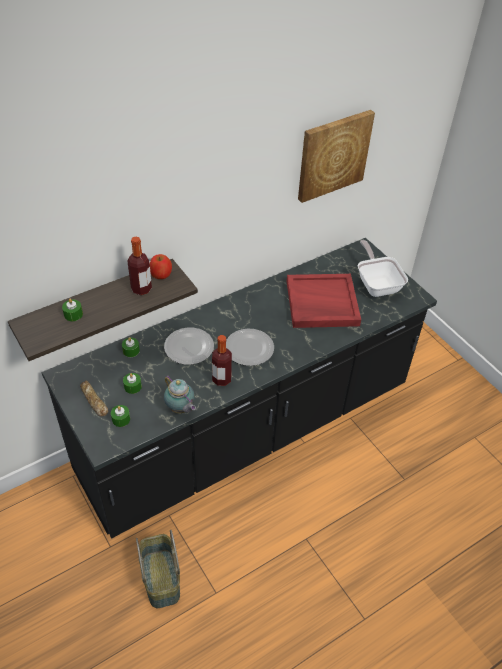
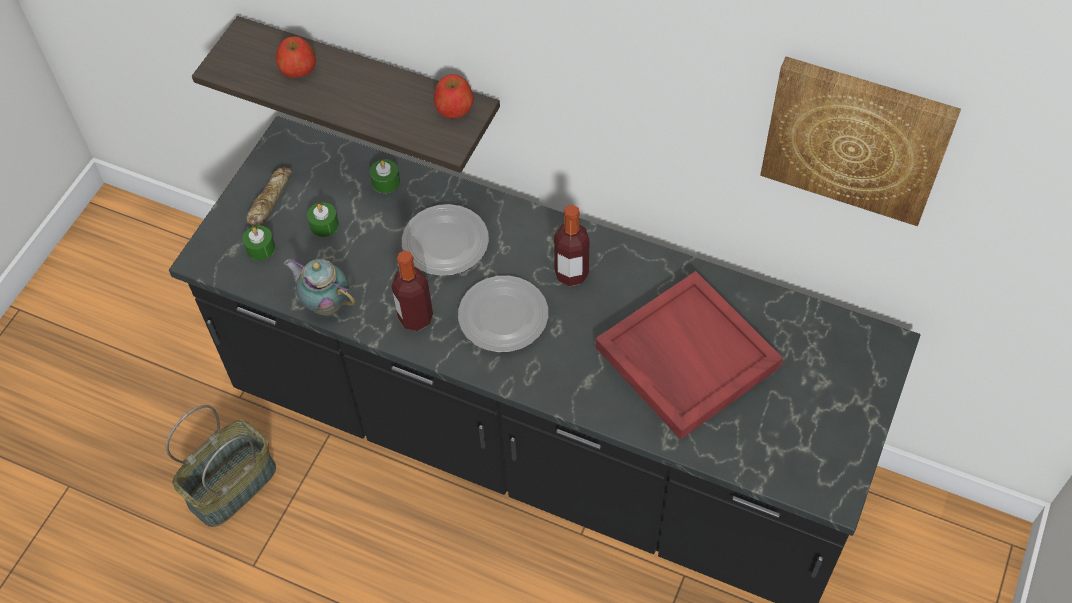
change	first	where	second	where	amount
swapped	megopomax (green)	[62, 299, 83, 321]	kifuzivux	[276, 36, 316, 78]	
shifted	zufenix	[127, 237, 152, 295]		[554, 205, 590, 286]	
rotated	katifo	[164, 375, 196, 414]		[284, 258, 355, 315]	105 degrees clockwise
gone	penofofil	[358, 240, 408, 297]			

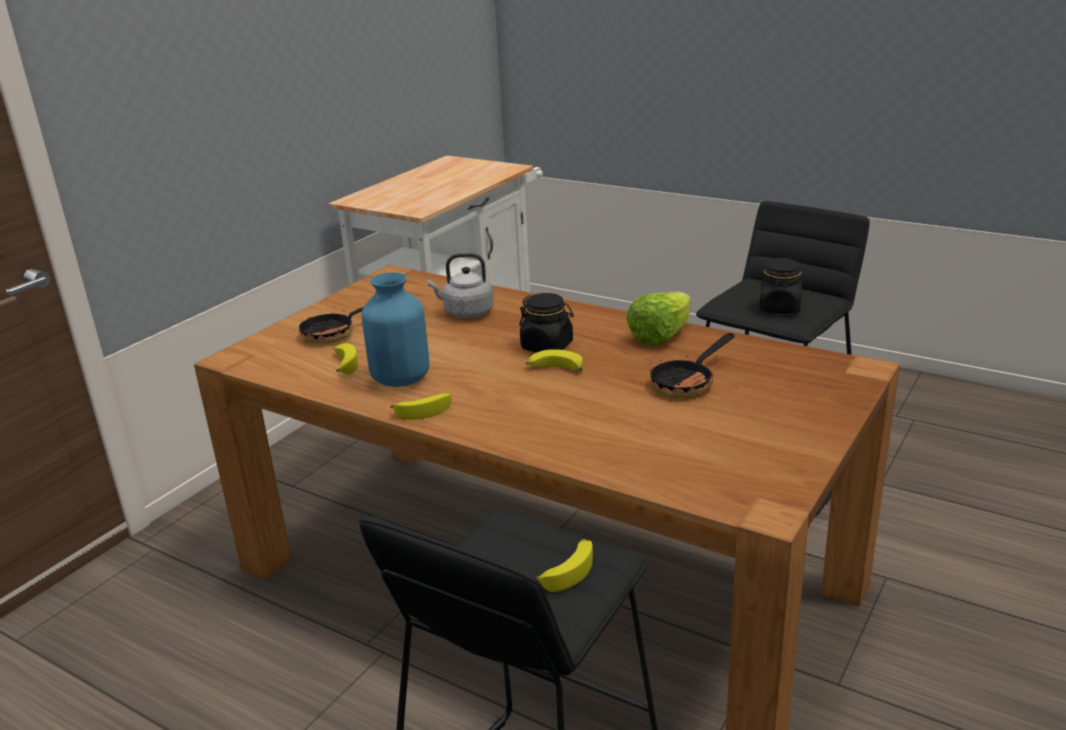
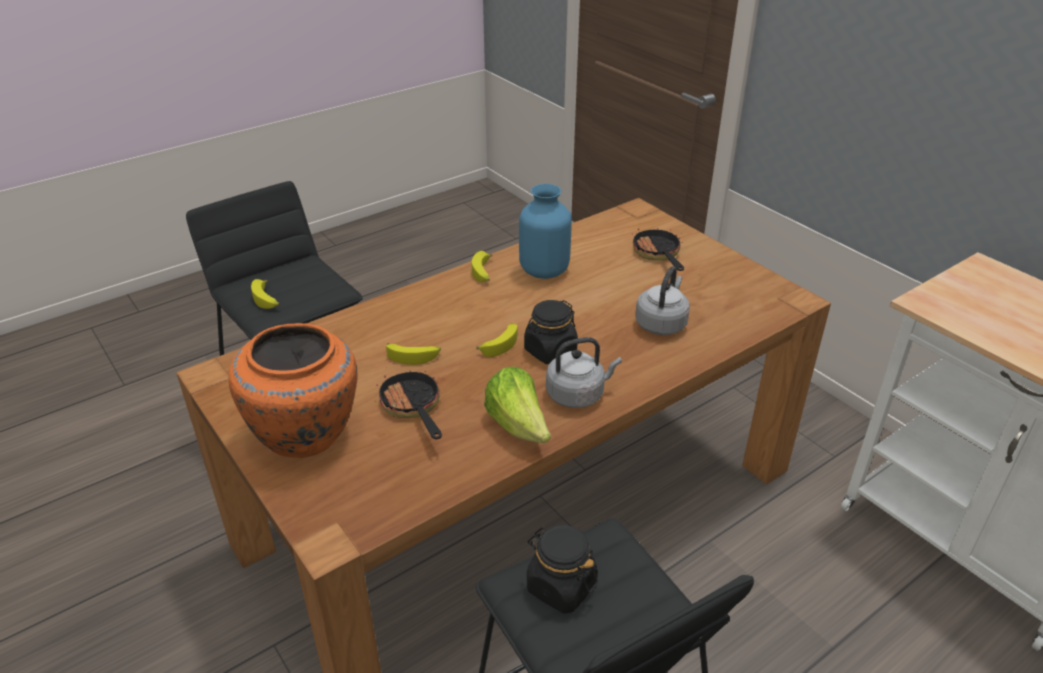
change	first	where	second	where	amount
shifted	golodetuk	[333, 343, 358, 374]		[386, 343, 441, 365]	
new			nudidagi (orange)	[229, 323, 357, 458]	
new			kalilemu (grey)	[546, 337, 622, 408]	

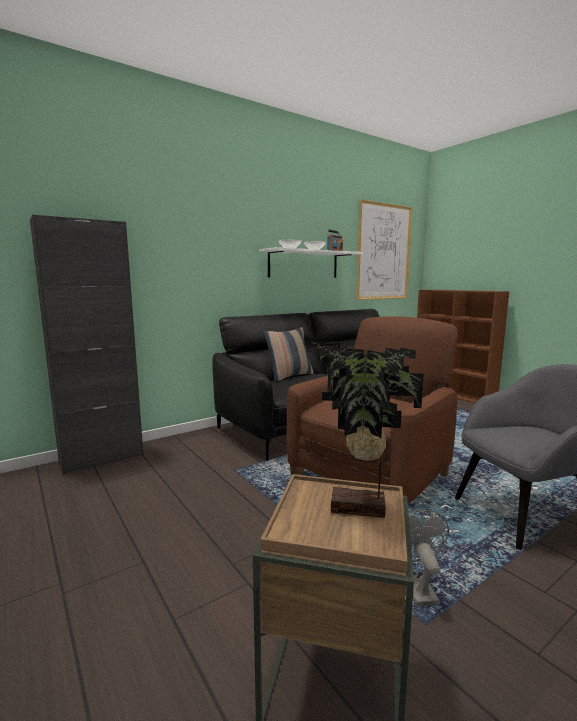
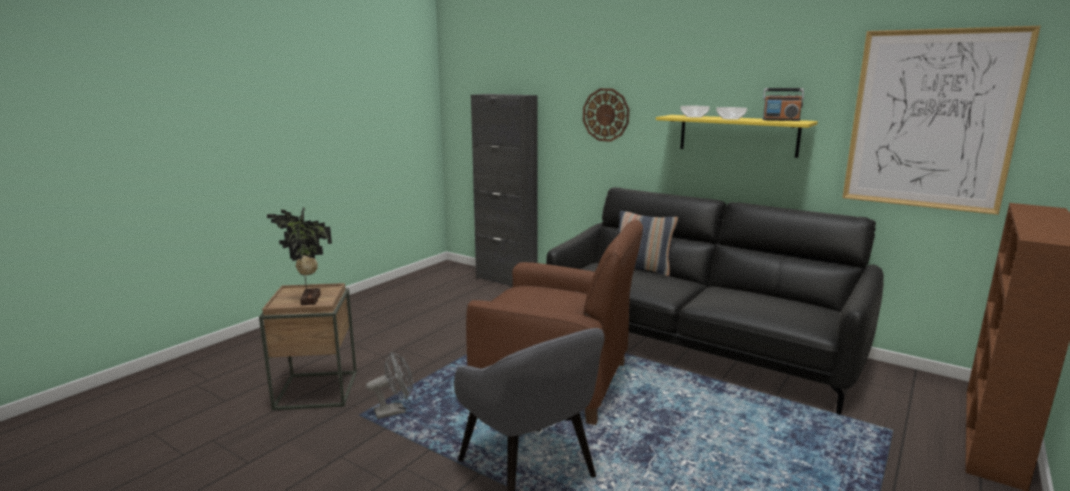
change	first	where	second	where	amount
repainted	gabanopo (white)	[259, 247, 362, 278]	gabanopo (yellow)	[656, 115, 818, 158]	
new			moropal	[583, 88, 629, 142]	

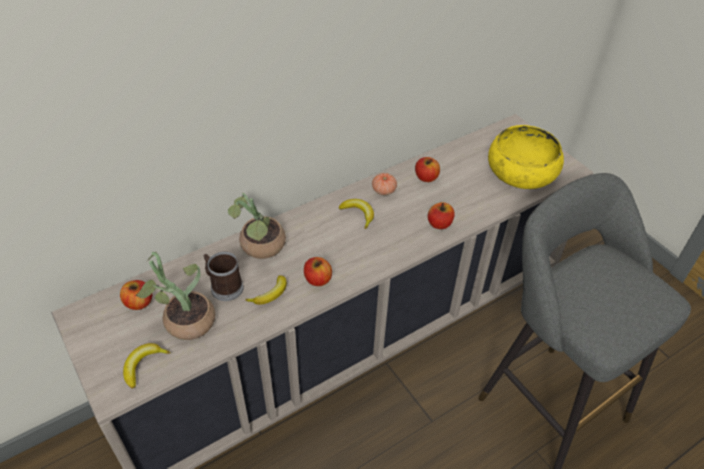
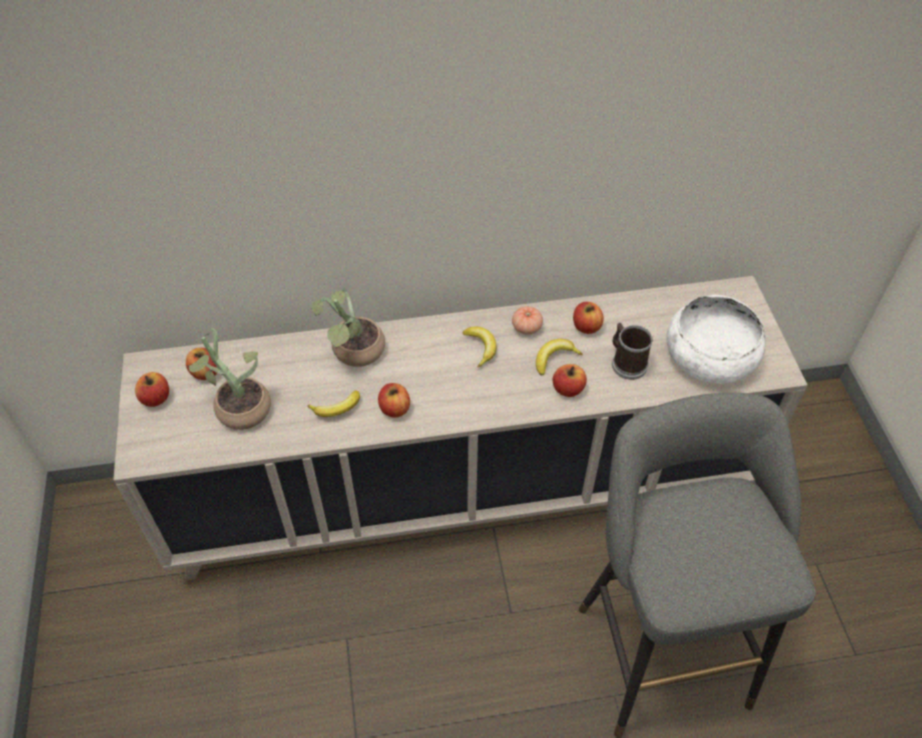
change	first	where	second	where	amount
shifted	golodetuk	[123, 343, 171, 389]		[536, 339, 583, 375]	
shifted	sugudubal	[204, 252, 244, 301]		[612, 323, 653, 380]	
repainted	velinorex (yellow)	[488, 125, 564, 189]	velinorex (white)	[666, 295, 766, 384]	
new			kifuzivux	[135, 372, 169, 407]	

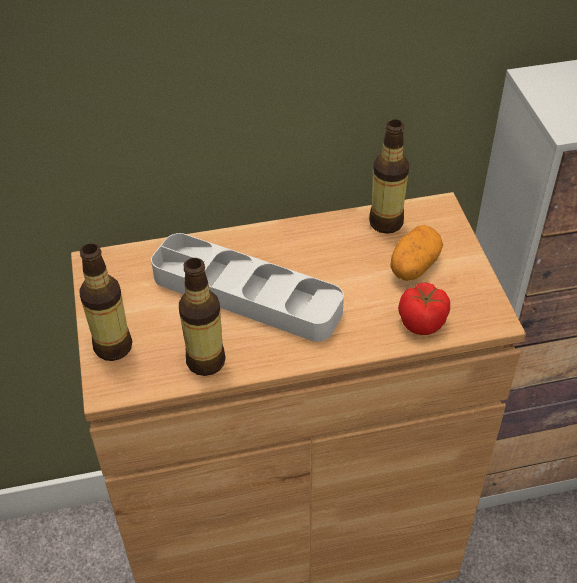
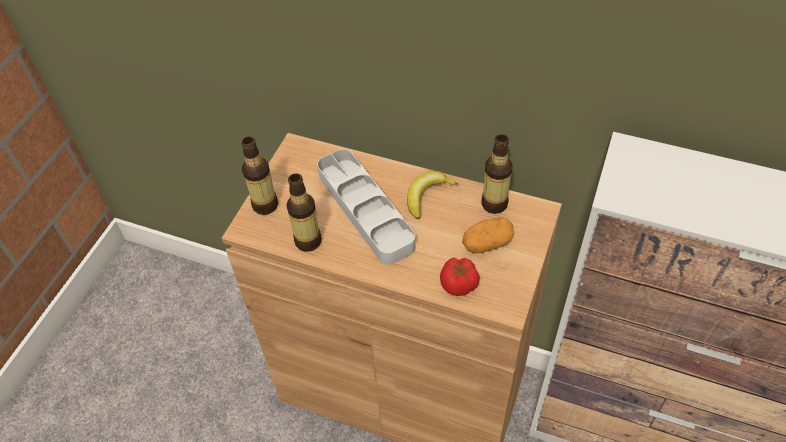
change	first	where	second	where	amount
new			golodetuk	[407, 171, 459, 219]	

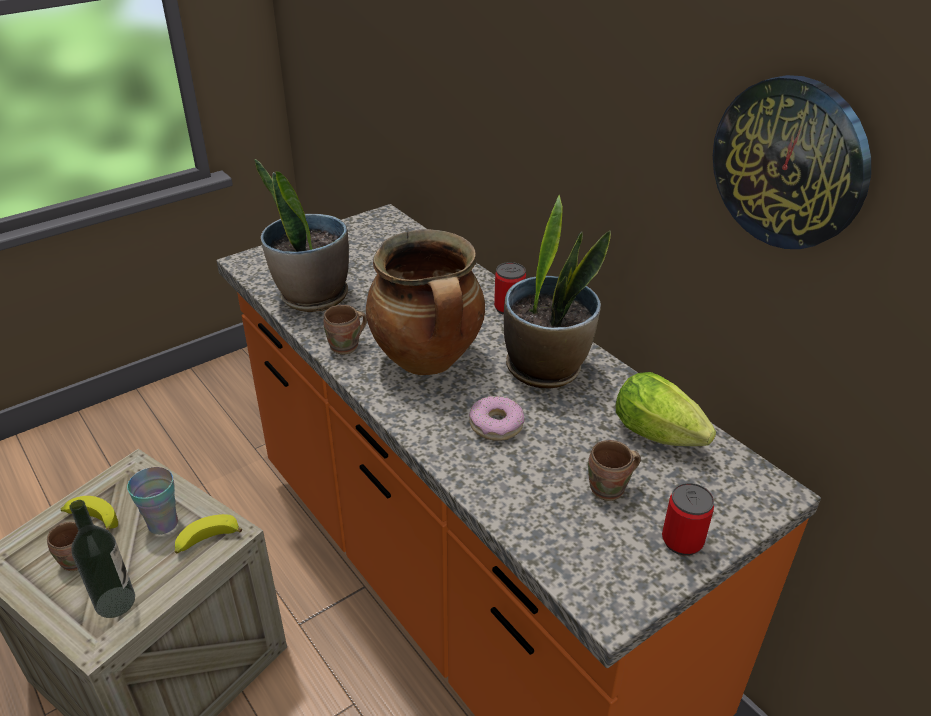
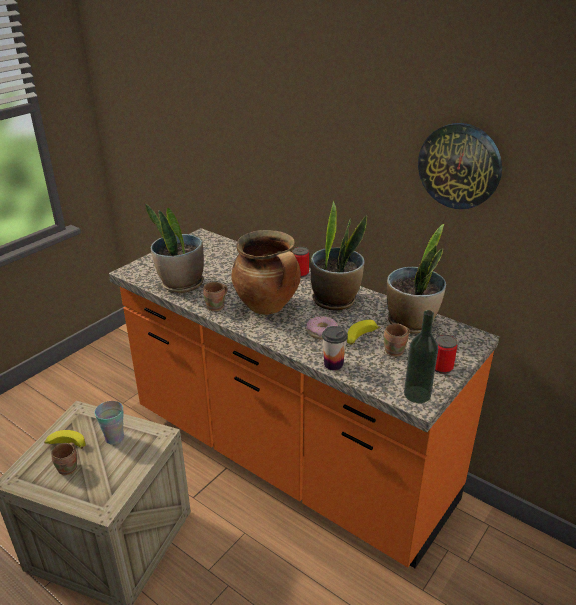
change	first	where	second	where	amount
shifted	zufenix	[69, 500, 135, 618]		[404, 310, 438, 403]	
shifted	golodetuk	[175, 514, 242, 553]		[347, 320, 380, 345]	
swapped	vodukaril	[616, 372, 716, 446]	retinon	[387, 224, 446, 334]	
new			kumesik	[322, 326, 348, 370]	

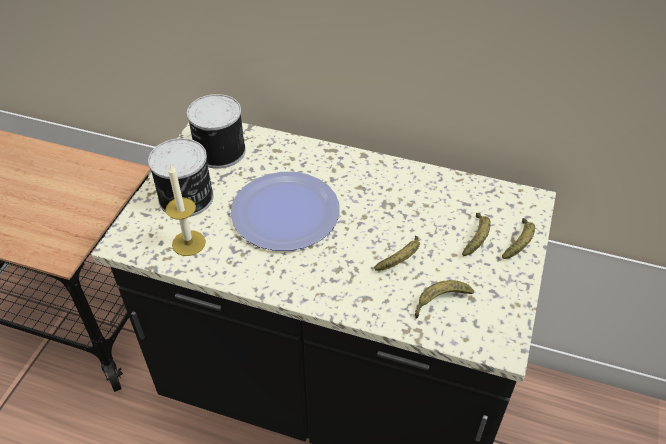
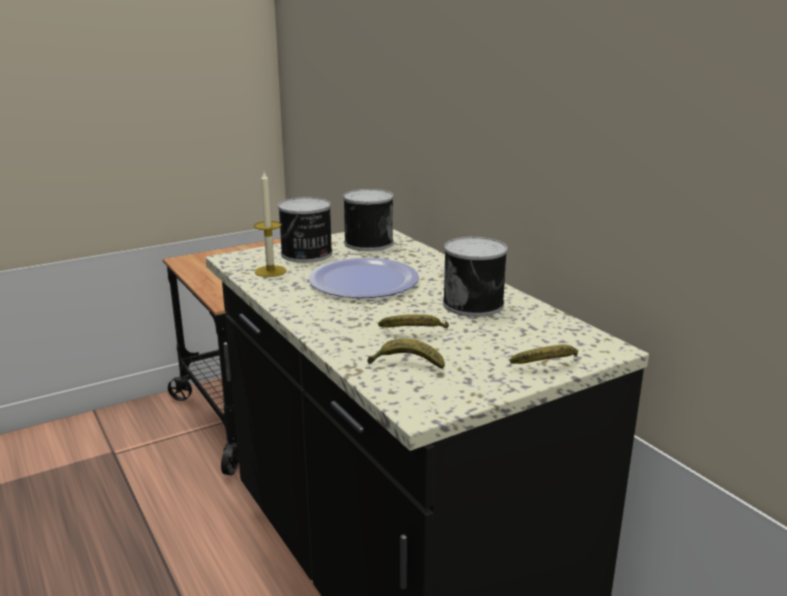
change	first	where	second	where	amount
gone	golodetuk	[462, 213, 491, 256]			
new			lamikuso	[443, 237, 508, 317]	

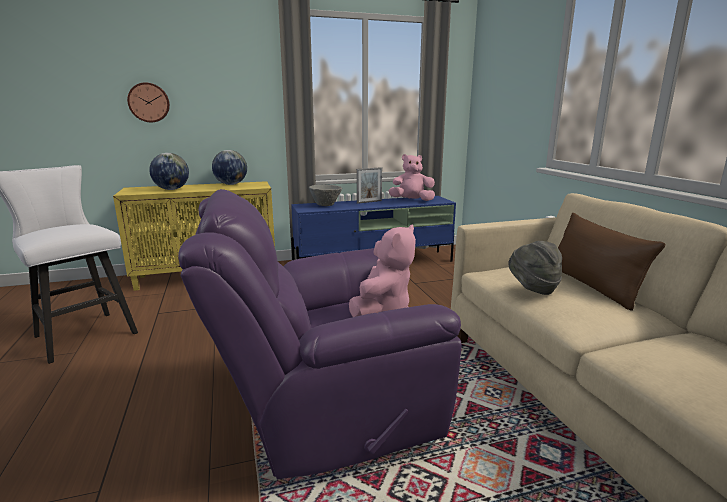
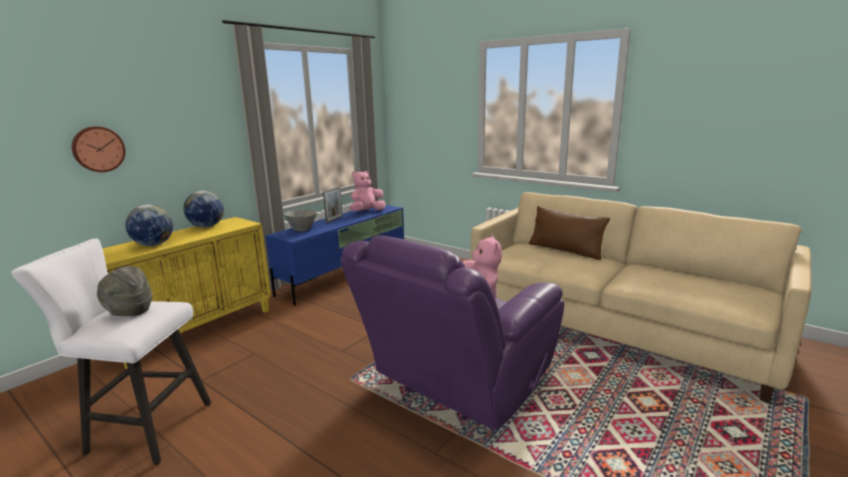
change	first	where	second	where	amount
shifted	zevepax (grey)	[508, 241, 562, 295]		[97, 266, 152, 316]	

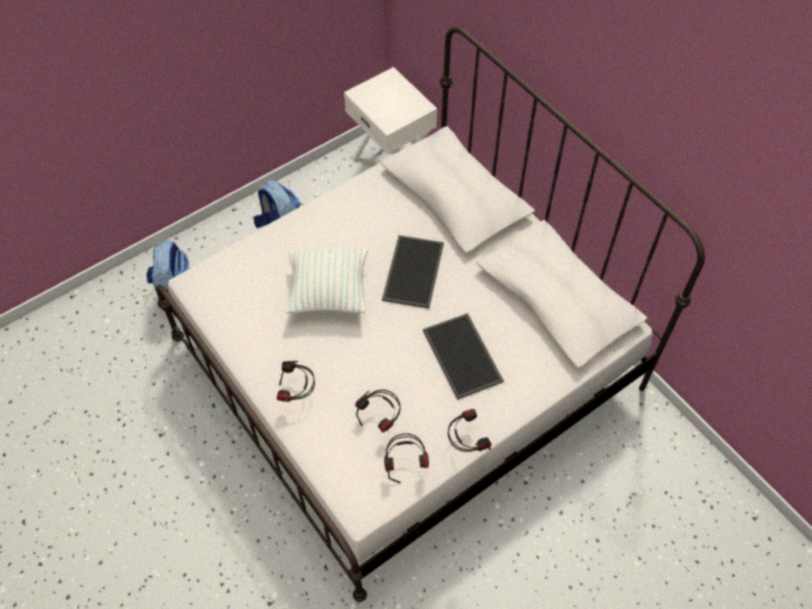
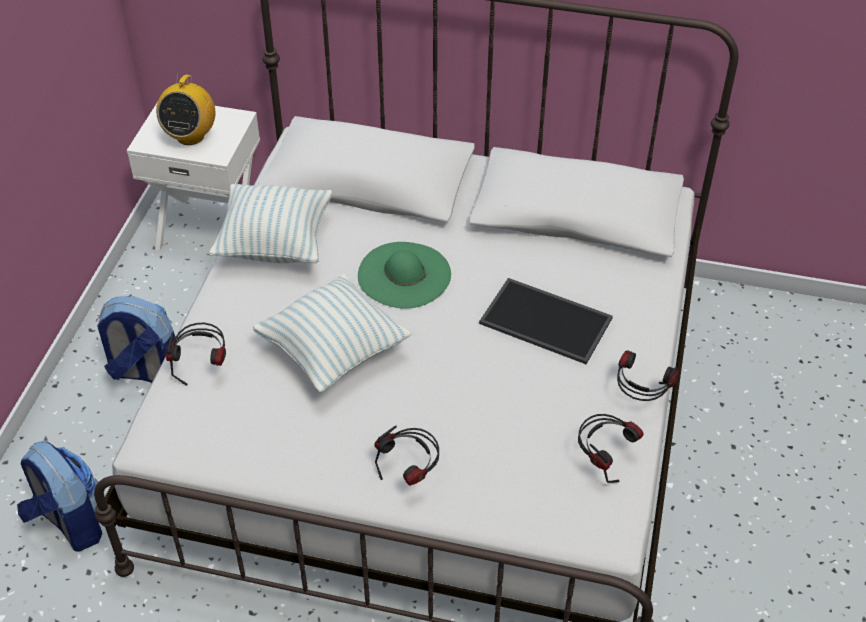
change	first	where	second	where	amount
shifted	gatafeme	[355, 389, 400, 433]		[166, 323, 226, 386]	
swapped	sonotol	[382, 235, 444, 308]	zevepax (green)	[358, 242, 451, 309]	
new			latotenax	[156, 73, 215, 145]	
new			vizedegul	[209, 184, 332, 263]	

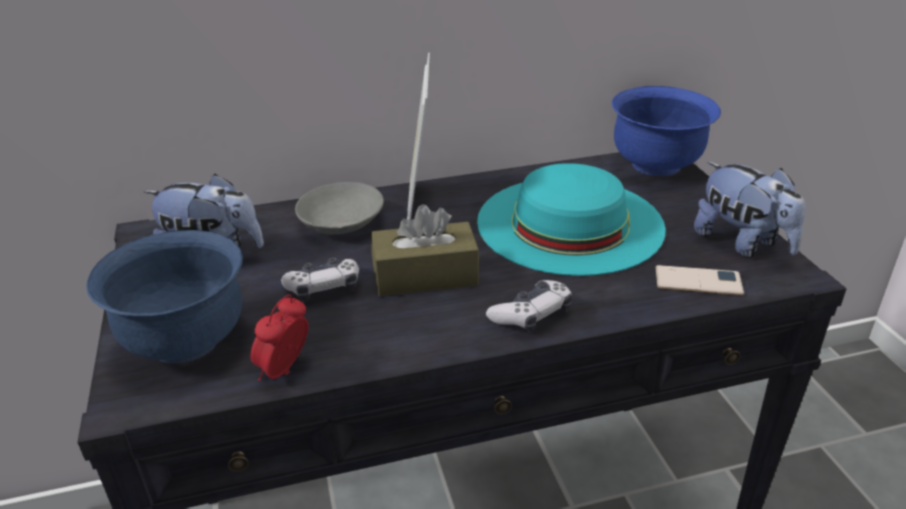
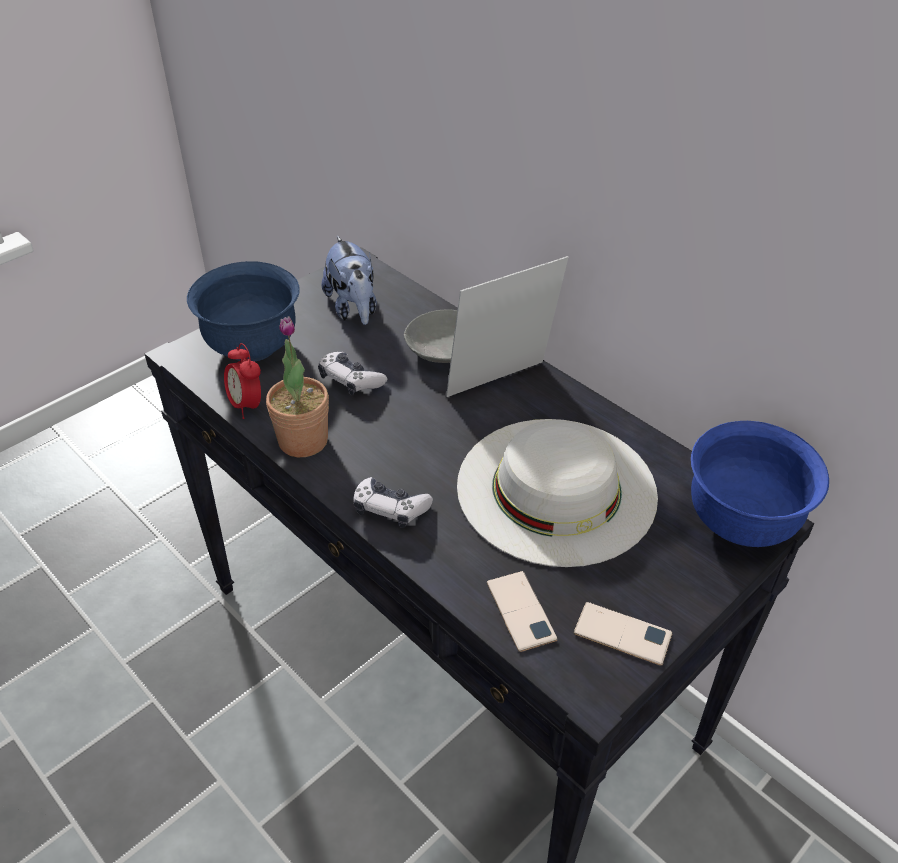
change	first	where	second	where	amount
rotated	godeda	[250, 294, 308, 381]		[224, 343, 261, 419]	120 degrees counterclockwise
gone	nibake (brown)	[371, 204, 479, 297]			
repainted	zevepax (turquoise)	[477, 163, 666, 276]	zevepax (white)	[457, 419, 658, 567]	
swapped	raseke	[694, 162, 806, 258]	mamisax	[574, 602, 673, 666]	
new			retinon	[266, 316, 329, 457]	

